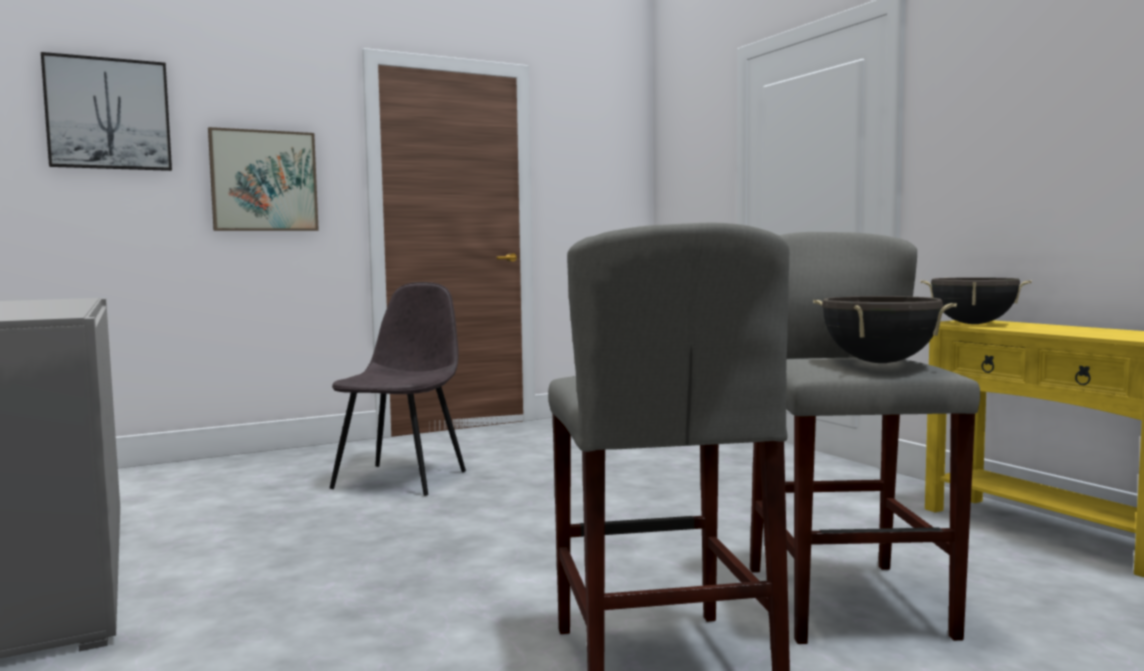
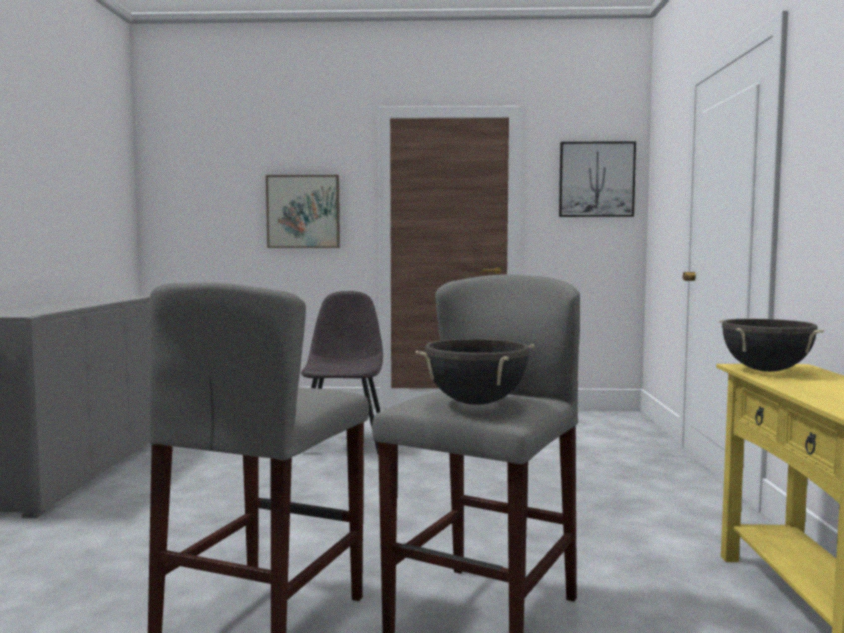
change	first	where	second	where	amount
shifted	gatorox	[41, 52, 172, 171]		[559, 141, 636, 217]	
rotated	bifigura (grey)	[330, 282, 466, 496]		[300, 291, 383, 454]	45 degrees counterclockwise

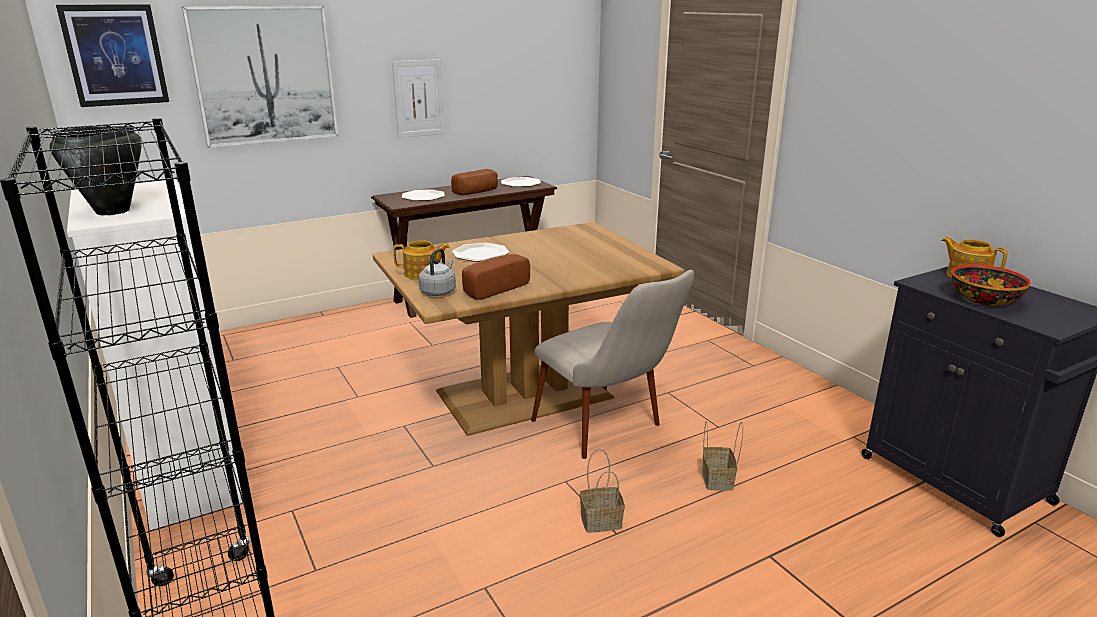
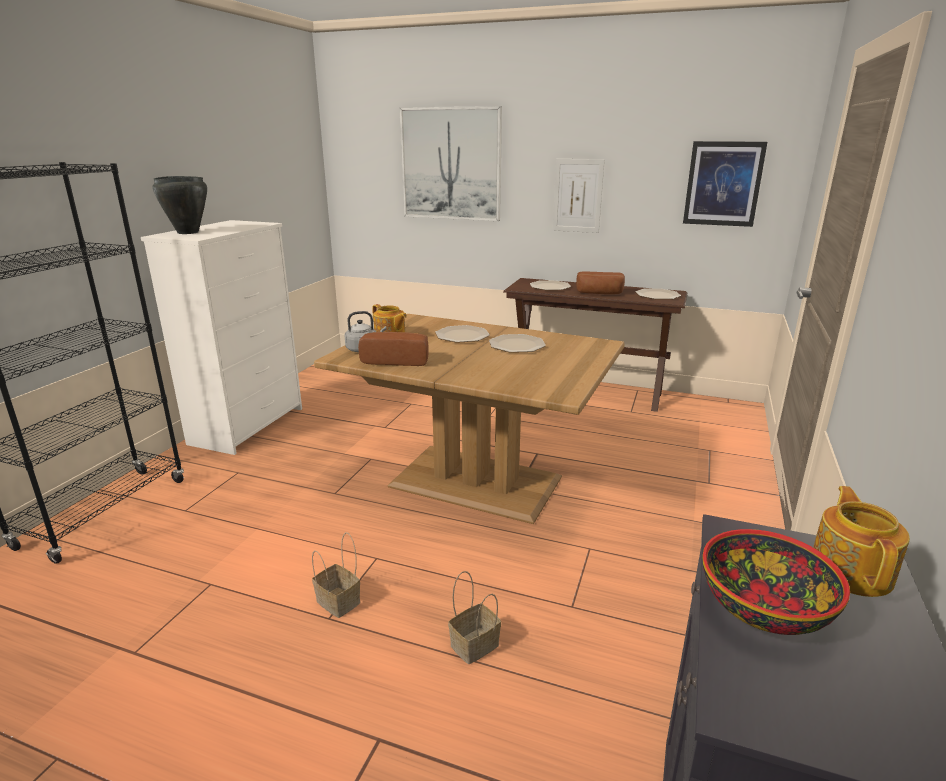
change	first	where	second	where	amount
shifted	gatorox	[56, 4, 169, 107]		[683, 141, 767, 227]	
gone	bifigura (beige)	[531, 270, 694, 459]			
new			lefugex	[489, 334, 546, 353]	

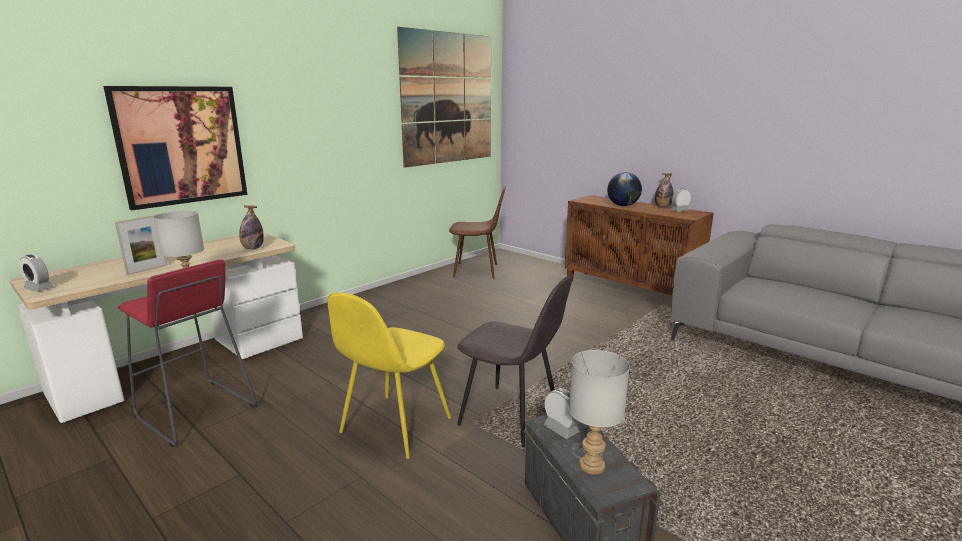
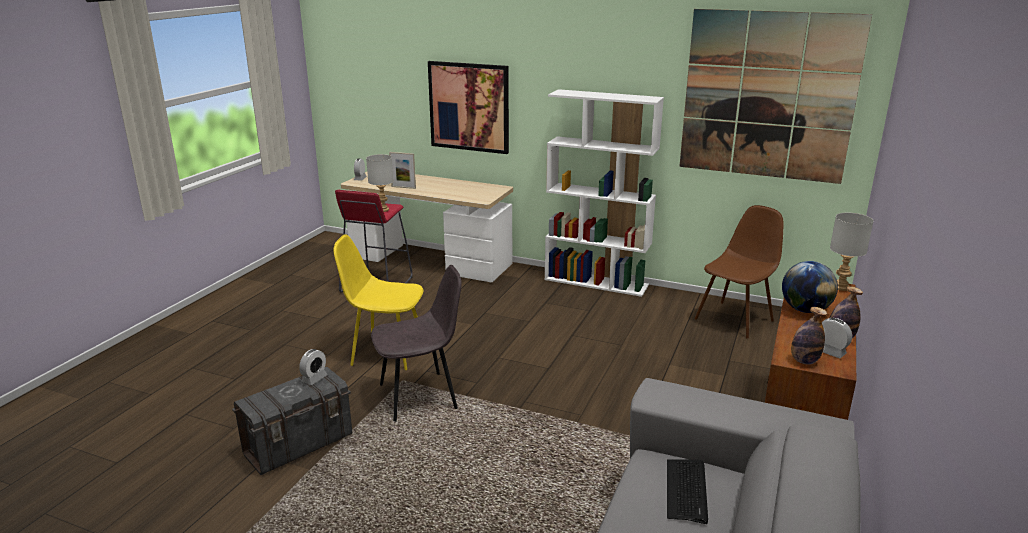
change	first	where	second	where	amount
shifted	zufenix	[239, 205, 264, 249]		[791, 307, 827, 365]	
rotated	bifigura (brown)	[449, 186, 506, 279]		[695, 205, 783, 339]	120 degrees counterclockwise
rotated	bifigura (grey)	[457, 276, 572, 447]		[371, 265, 462, 422]	120 degrees counterclockwise
shifted	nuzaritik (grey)	[569, 350, 630, 475]		[830, 213, 874, 291]	
new			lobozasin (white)	[545, 89, 664, 297]	
new			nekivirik	[667, 459, 708, 524]	

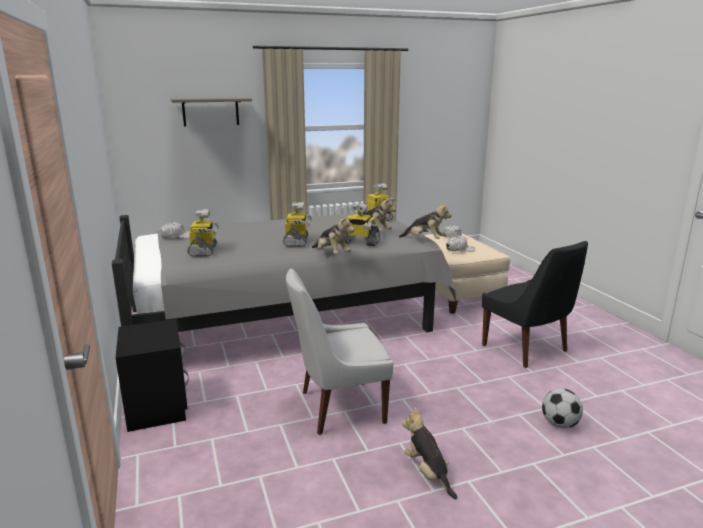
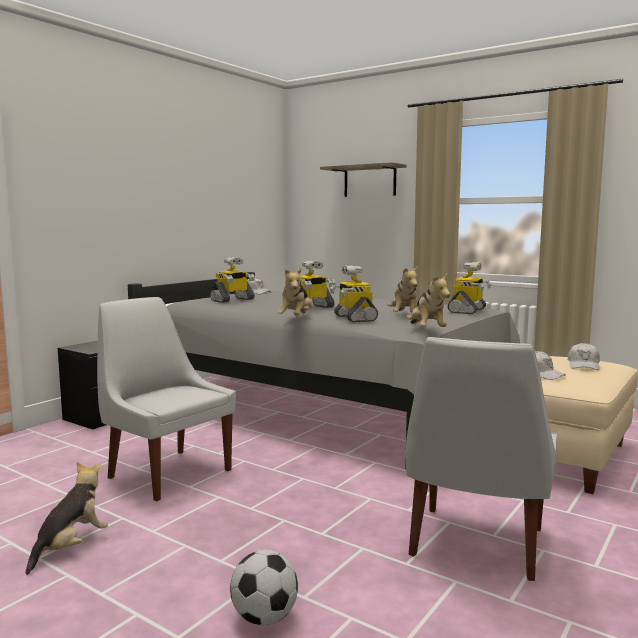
change	first	where	second	where	amount
repainted	bifigura (black)	[482, 241, 588, 368]	bifigura (white)	[406, 337, 557, 581]	

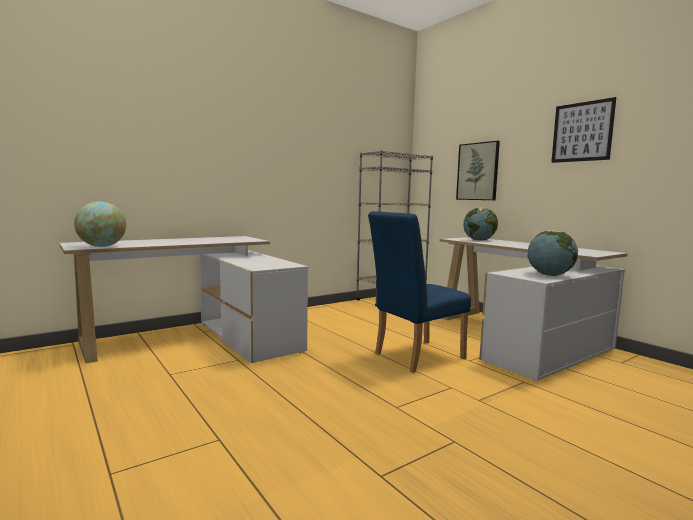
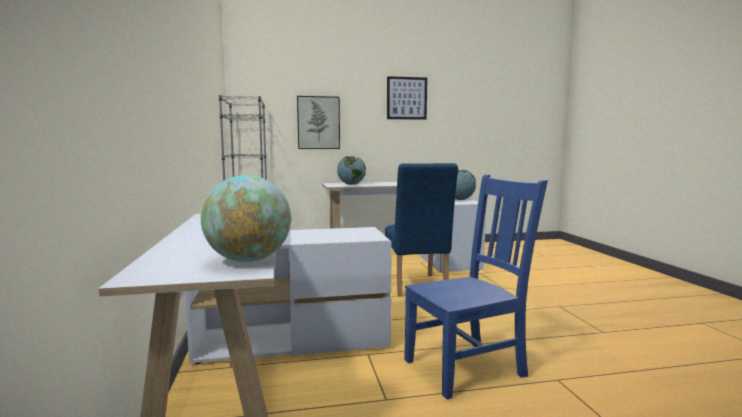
change	first	where	second	where	amount
new			bifigura (blue)	[404, 174, 548, 399]	

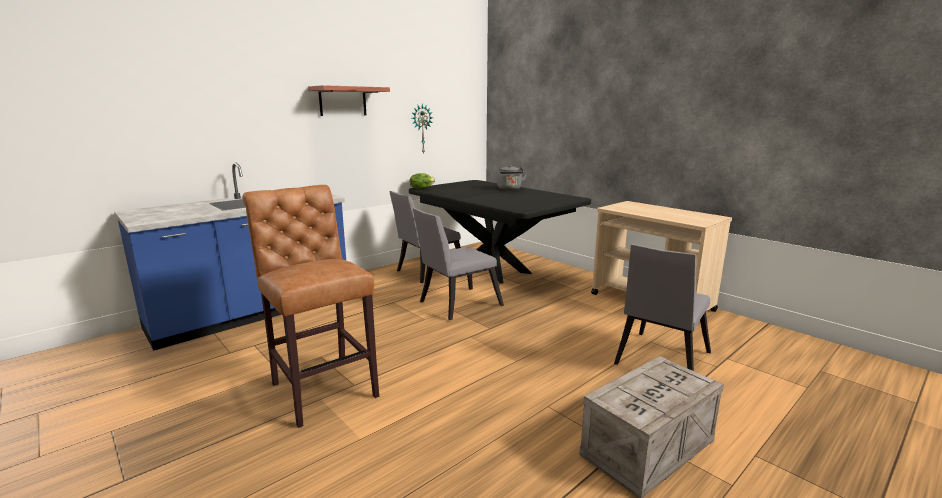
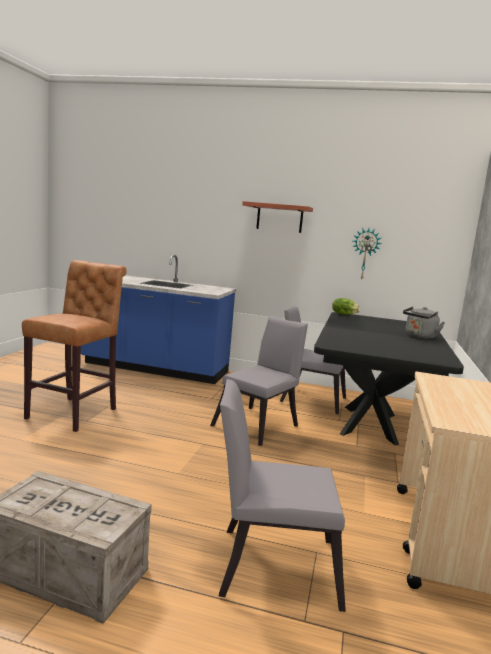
change	first	where	second	where	amount
rotated	bifigura (grey)	[413, 208, 504, 320]		[210, 316, 308, 446]	105 degrees clockwise

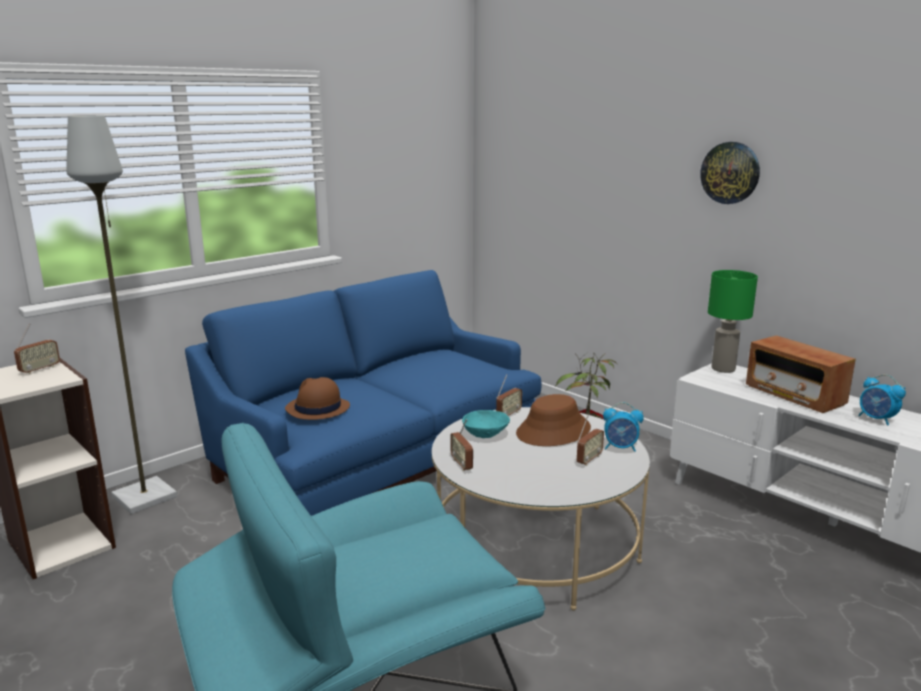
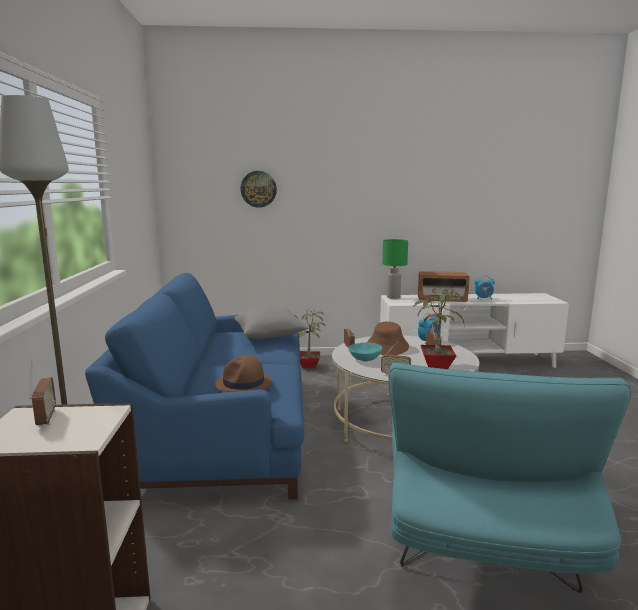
change	first	where	second	where	amount
shifted	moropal	[700, 142, 760, 204]		[240, 171, 277, 208]	
new			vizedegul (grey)	[234, 307, 308, 339]	
new			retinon	[413, 285, 465, 369]	

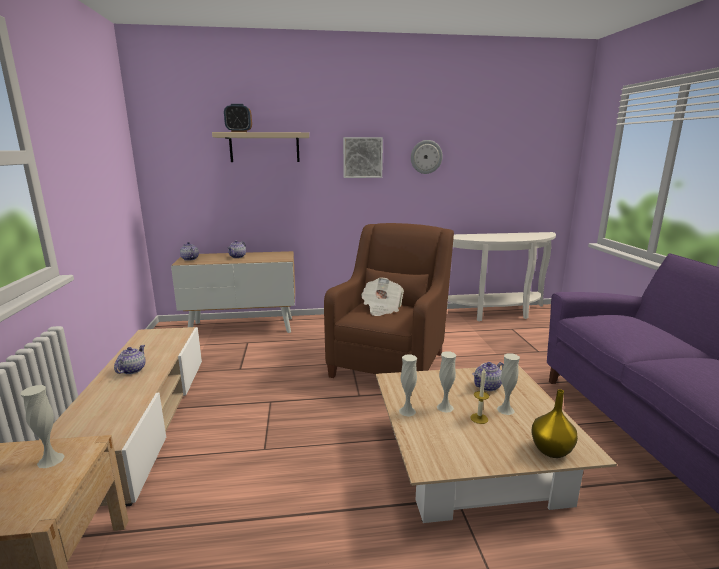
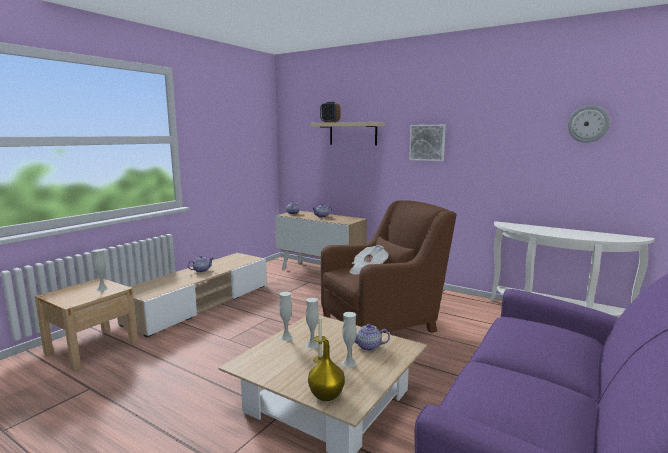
change	first	where	second	where	amount
shifted	moropal	[411, 140, 443, 174]		[568, 105, 610, 143]	

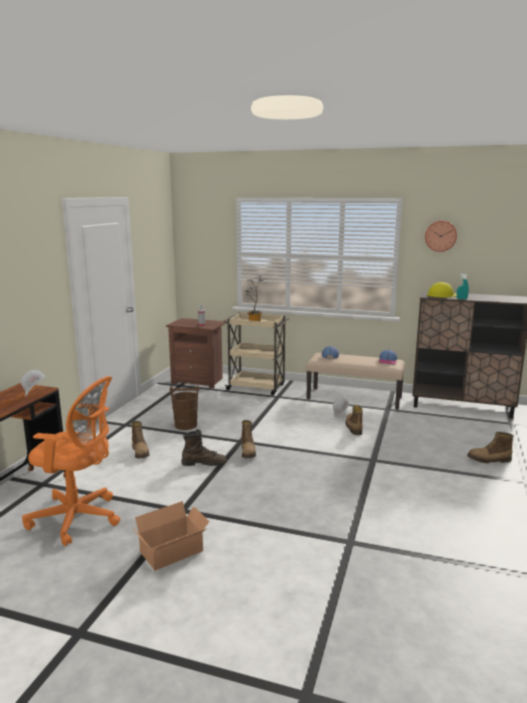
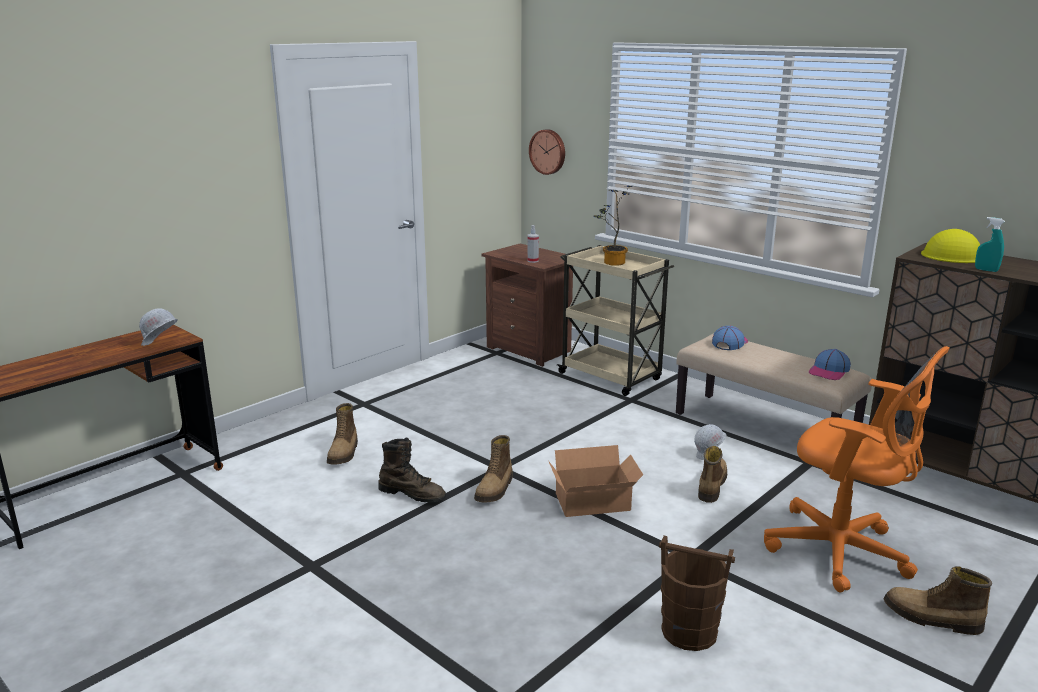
change	first	where	second	where	amount
shifted	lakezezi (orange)	[22, 376, 120, 546]		[764, 346, 950, 592]	
shifted	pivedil	[133, 501, 209, 571]		[549, 445, 643, 517]	
shifted	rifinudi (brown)	[169, 385, 200, 430]		[659, 535, 735, 651]	
shifted	moropal	[425, 221, 457, 252]		[529, 129, 565, 175]	

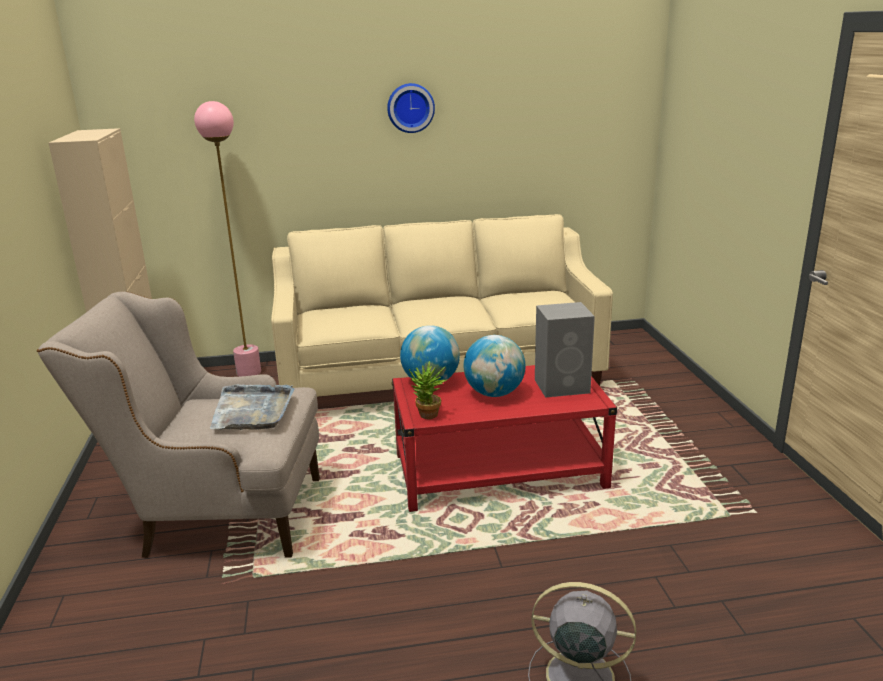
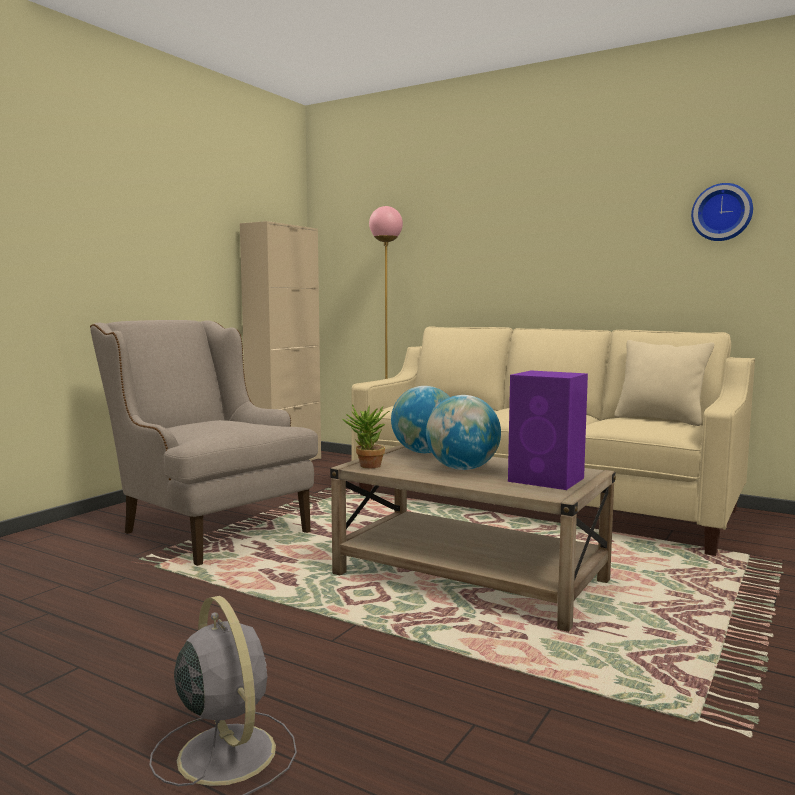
change	first	where	second	where	amount
gone	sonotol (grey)	[210, 384, 295, 430]			
shifted	moropal	[387, 83, 435, 133]		[691, 183, 753, 241]	
repainted	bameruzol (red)	[391, 365, 617, 512]	bameruzol (beige)	[330, 445, 616, 632]	
repainted	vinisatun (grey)	[535, 302, 595, 398]	vinisatun (purple)	[508, 370, 588, 490]	
new			vizedegul (beige)	[614, 340, 715, 426]	

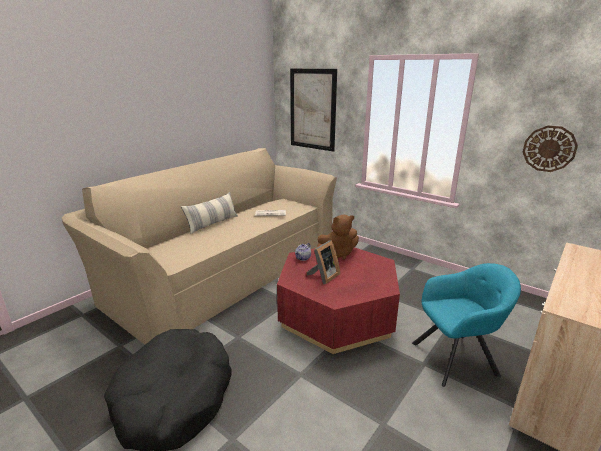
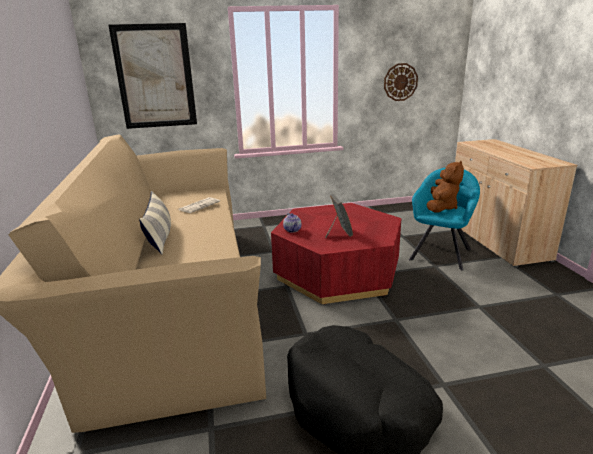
change	first	where	second	where	amount
shifted	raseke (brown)	[317, 214, 359, 260]		[427, 161, 464, 213]	

